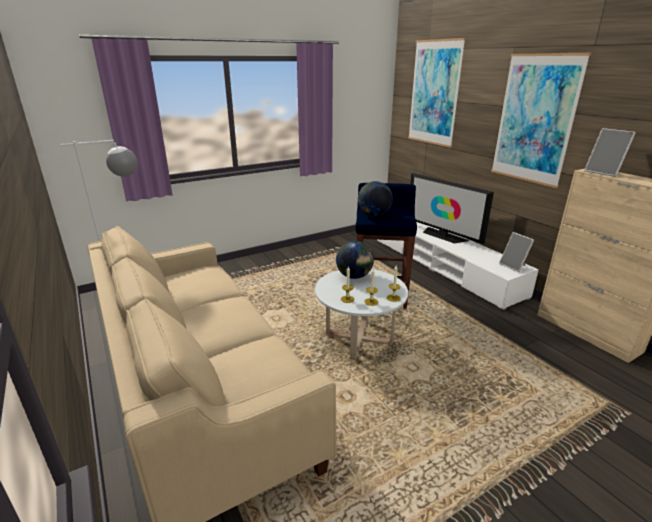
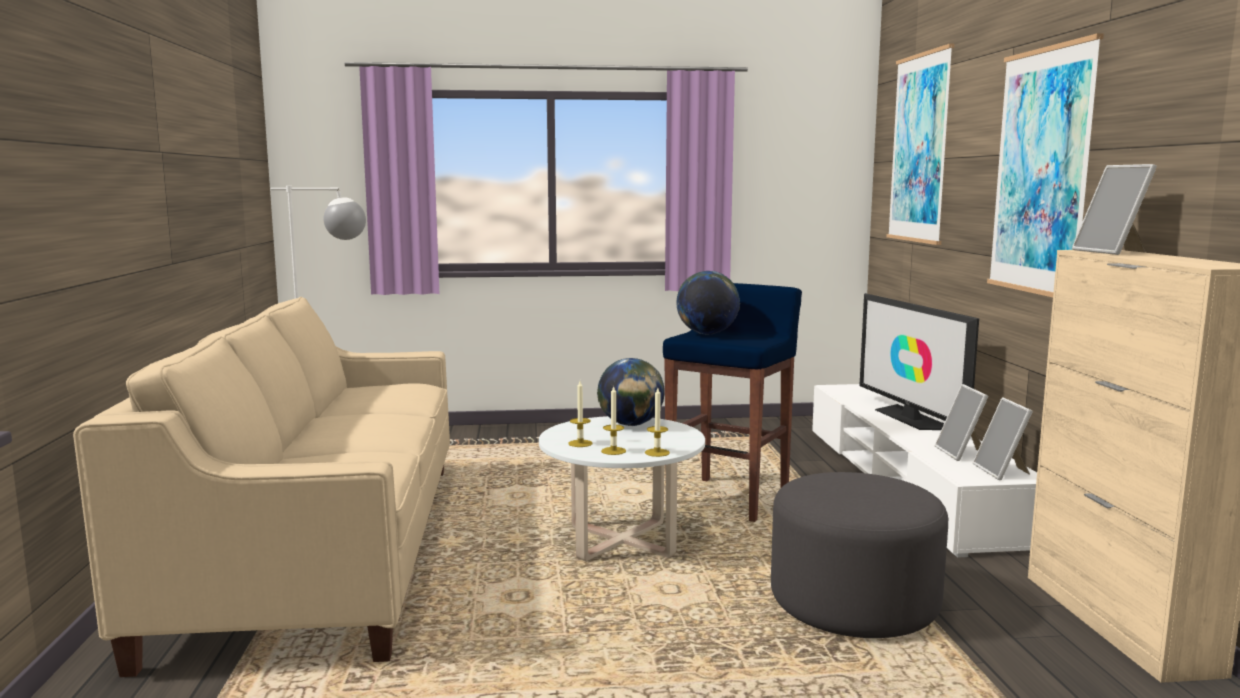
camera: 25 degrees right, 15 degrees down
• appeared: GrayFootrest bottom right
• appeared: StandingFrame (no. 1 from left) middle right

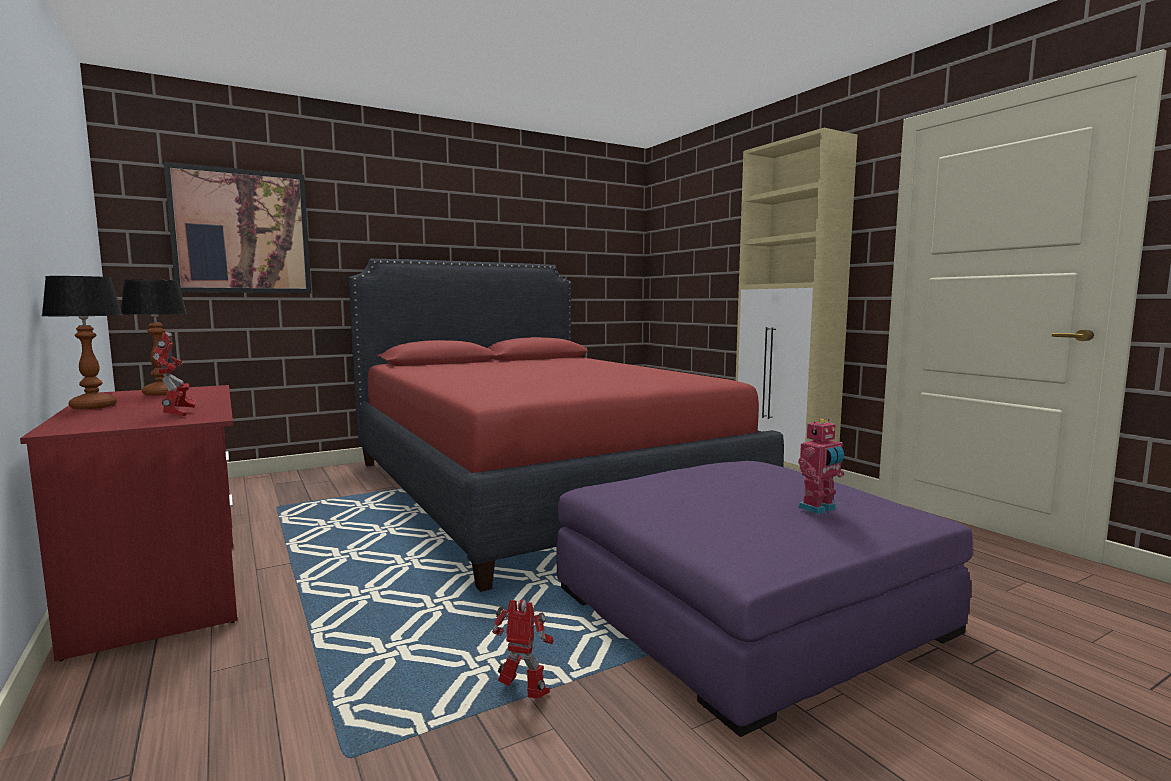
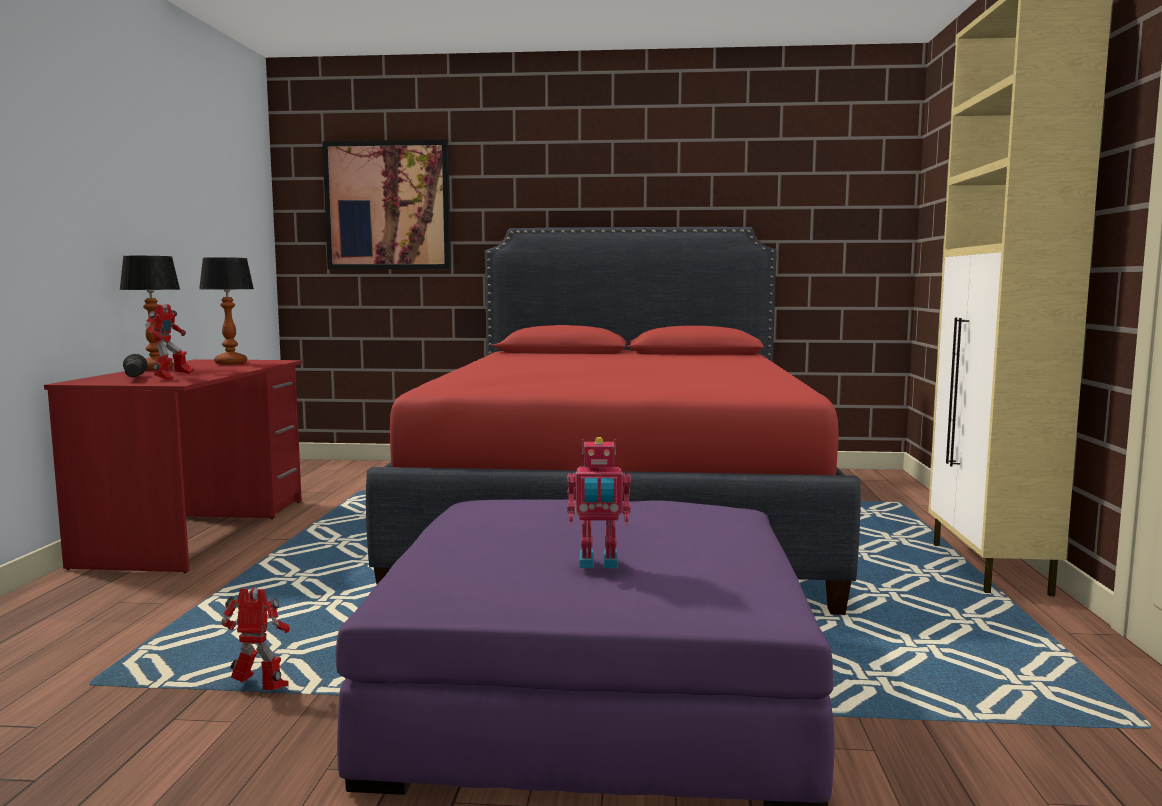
camera: 35 degrees right, 0 degrees up
• appeared: BlackColouredHandTorch middle left
• spun: ModelRobot (no. 2 from left) bottom centre = bottom left 45 degrees counterclockwise

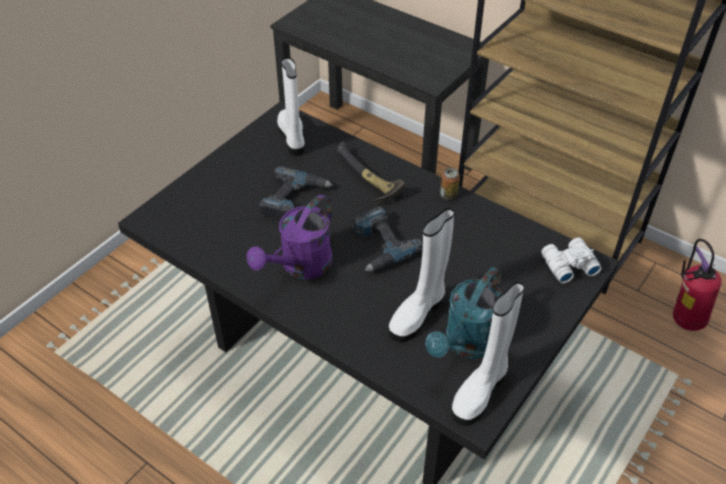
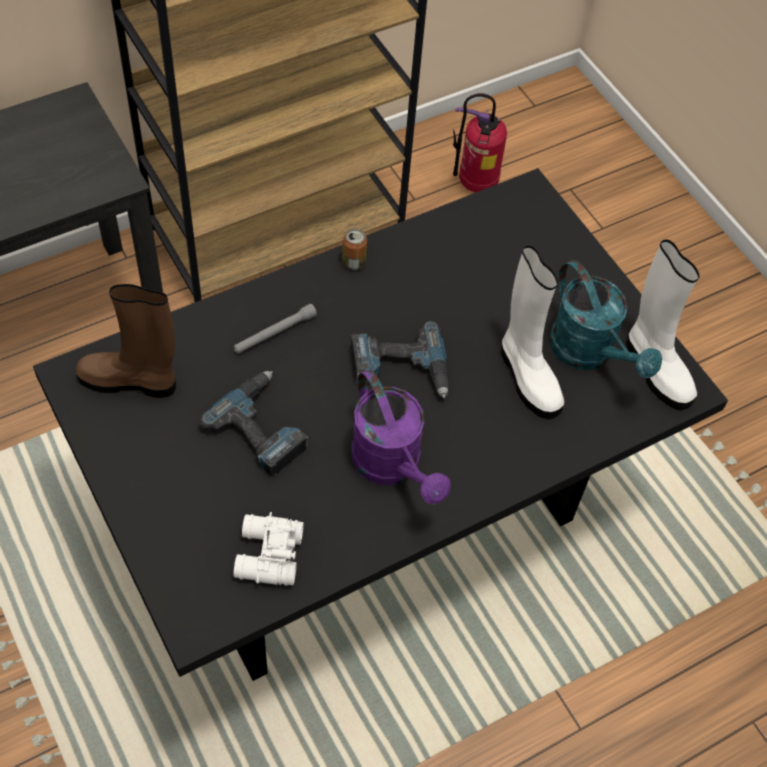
camera: 70 degrees left, 10 degrees up
• colour: WhitishHighTopBoot (no. 1 from left) top centre to BrownColouredHighTopBoot middle left
• exchanged: HandHammer centre to GrayHandTorch centre
• relocated: WhitishPairOfBinoculars middle right to bottom centre

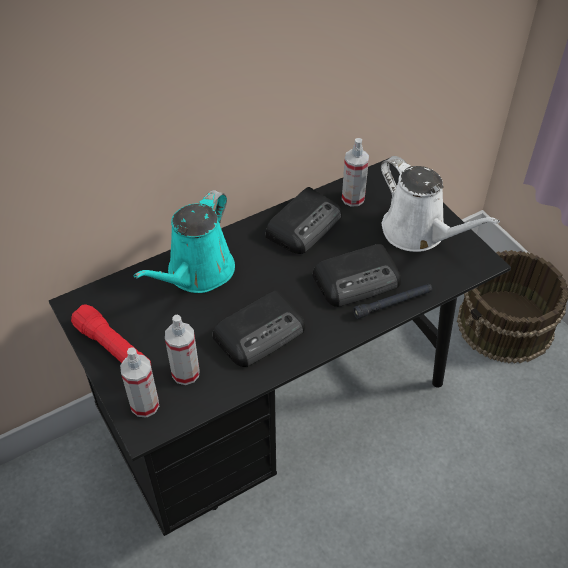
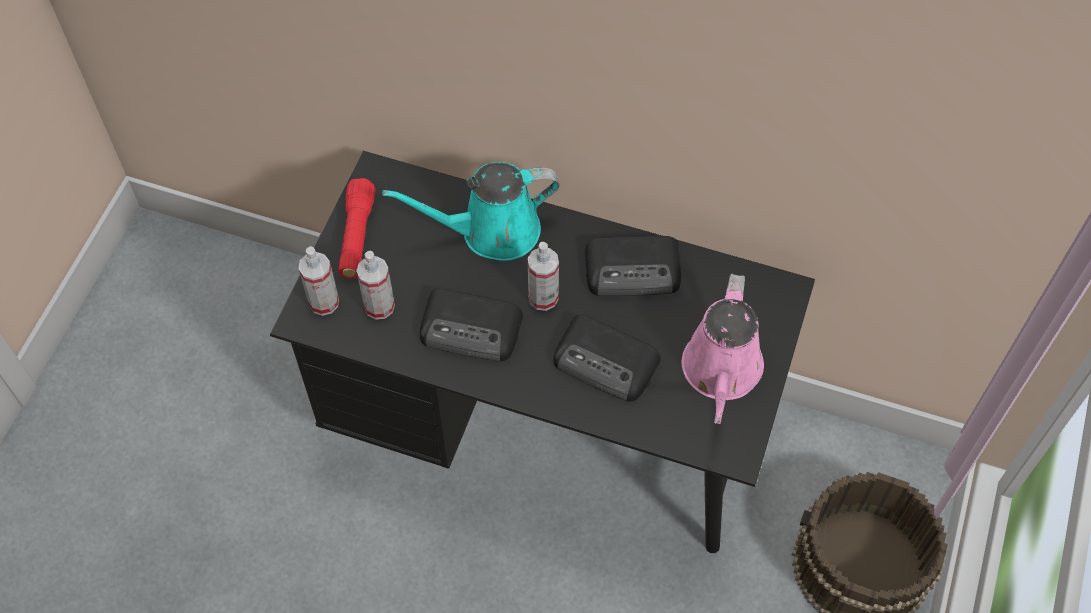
camera: 50 degrees right, 10 degrees up
• relocated: Sprayer (no. 3 from left) top centre to centre
• colour: WhitishWateringPot middle right to PinkWateringPot centre
• missing: BlackColouredHandTorch middle right

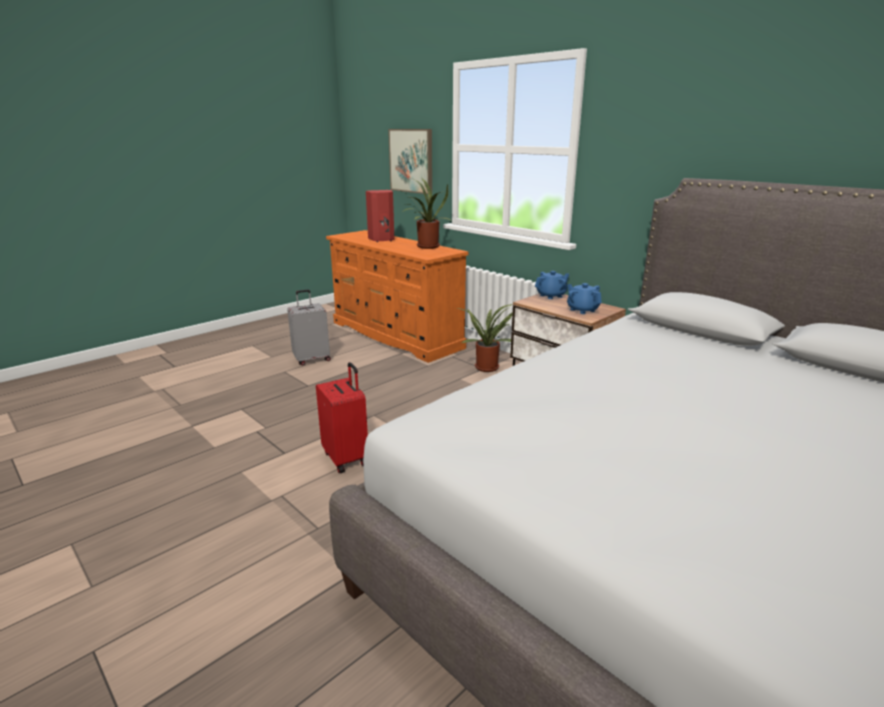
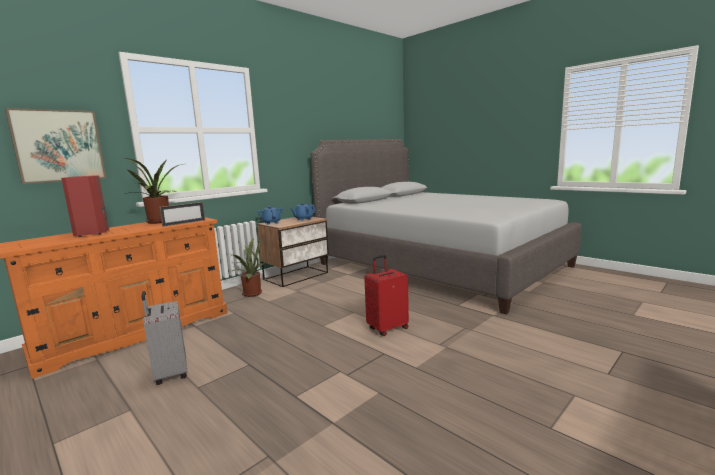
camera: 90 degrees left, 10 degrees down
• appeared: StandingFrame middle left

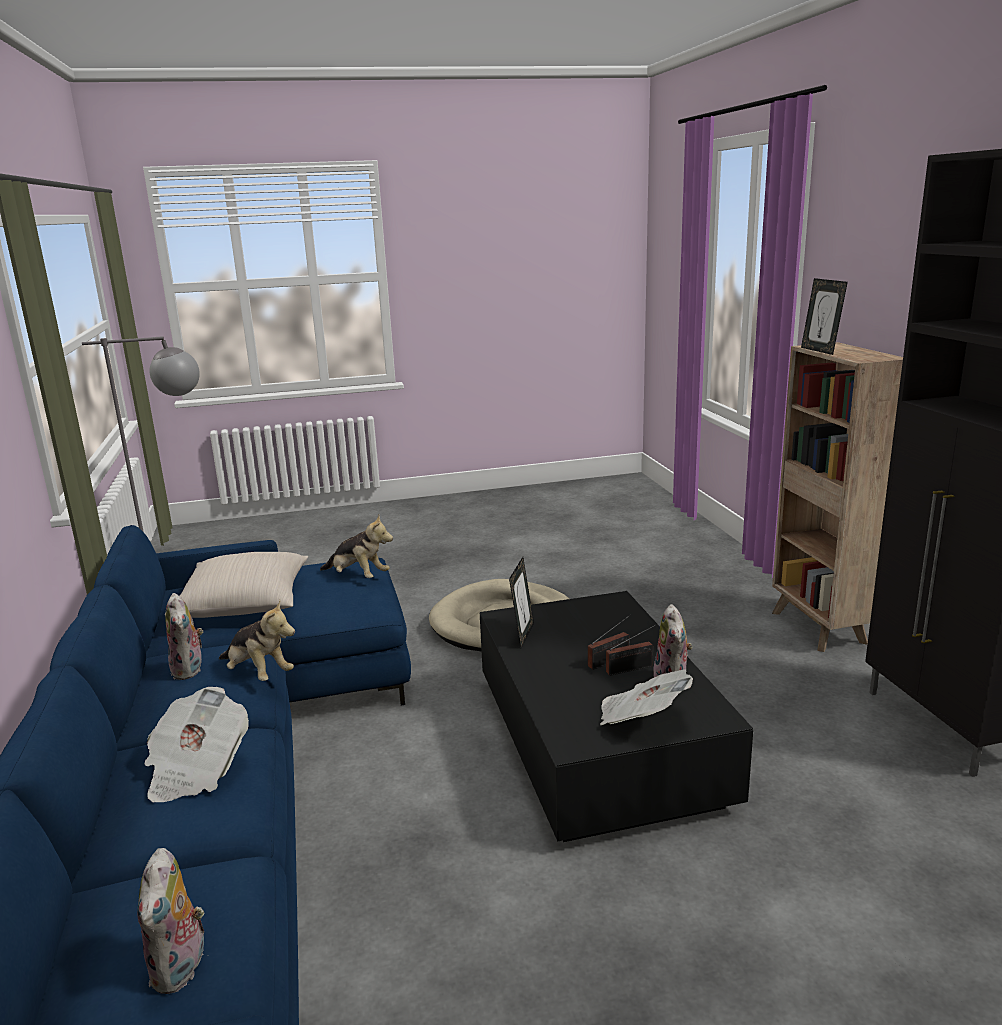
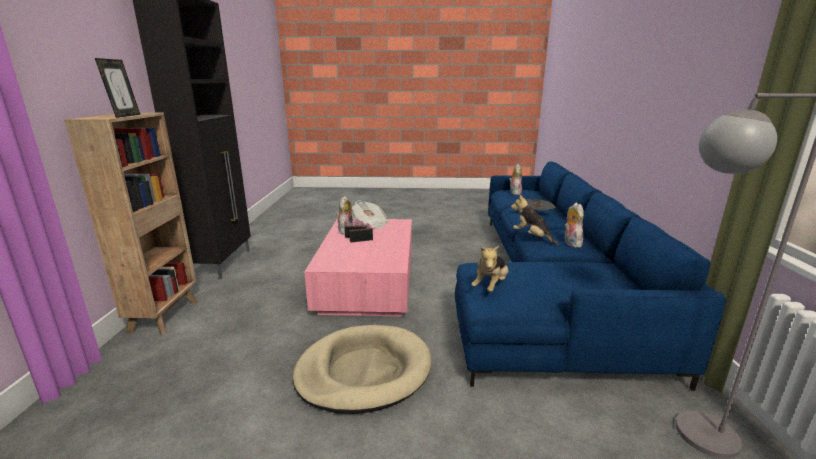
camera: 165 degrees left, 0 degrees up
• colour: BlackColouredLoungeTable bottom centre to PinkLoungeTable centre
• spun: PlushToy (no. 4 from left in the first image) centre = centre 105 degrees counterclockwise
• missing: BeigeColouredThrowPillow middle left
• missing: StandingFrame (no. 1 from left) centre

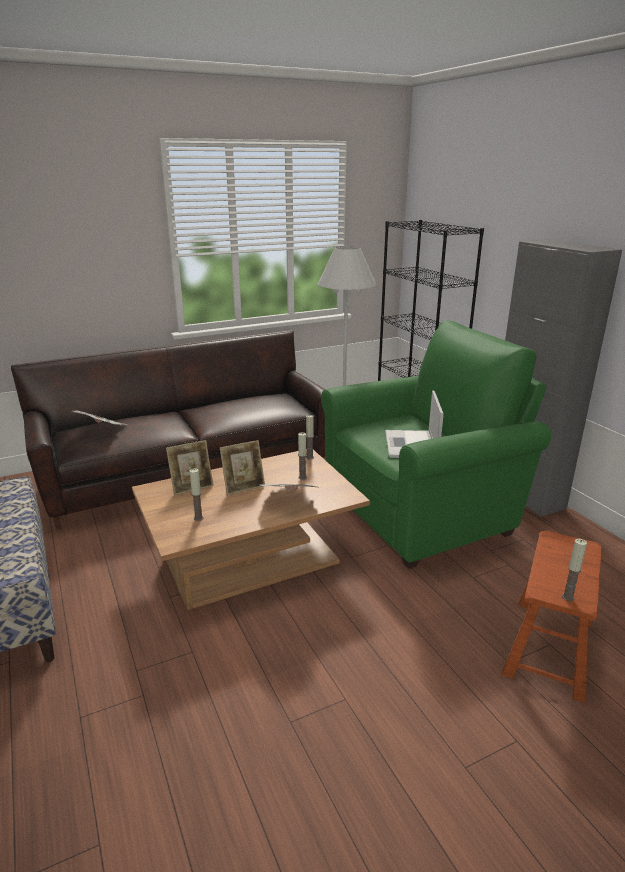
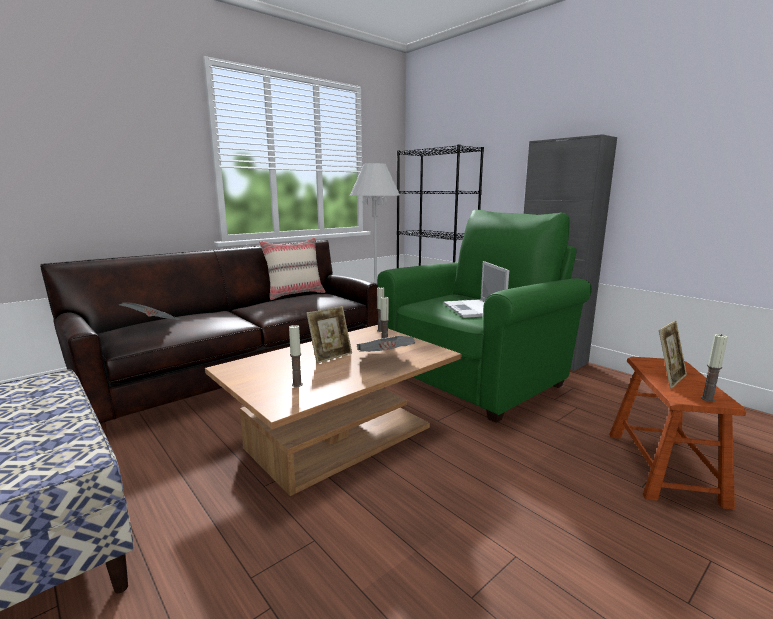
camera: 15 degrees left, 10 degrees down
• appeared: BeigeColouredThrowPillow centre
• relocated: StandingFrame (no. 1 from left in the first image) middle left to StandingFrame (no. 2 from left) middle right

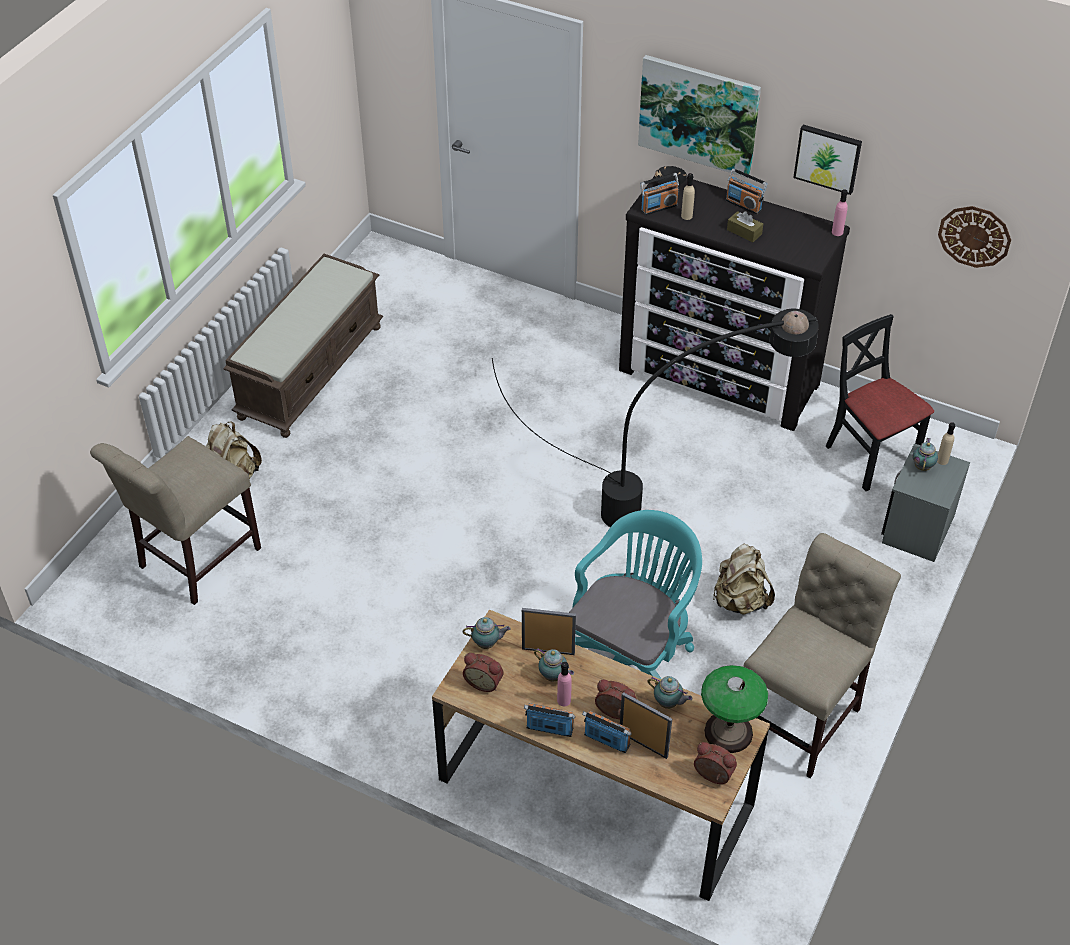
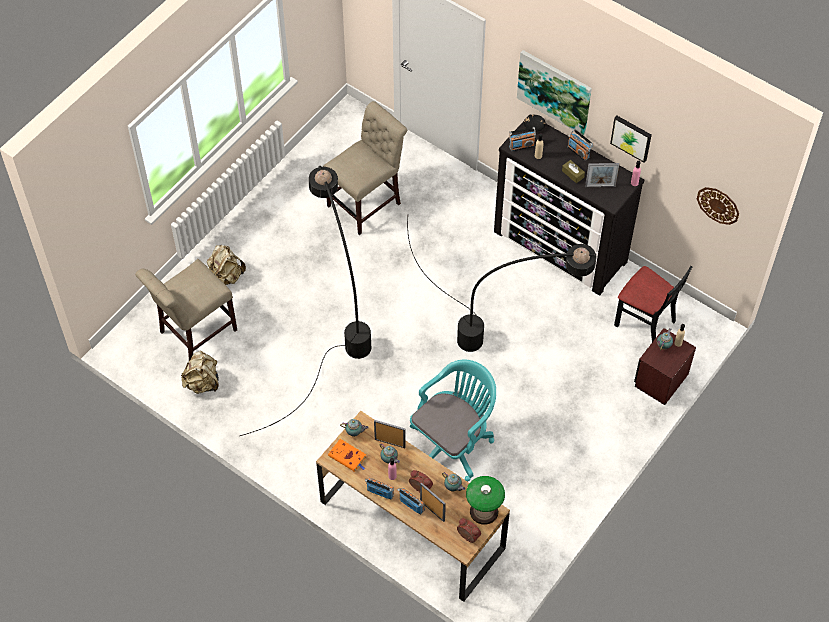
camera: 10 degrees right, 10 degrees up
• relocated: BeigeColouredRucksack (no. 2 from left in the first image) middle right to BeigeColouredRucksack (no. 1 from left) middle left
• appeared: BlackColouredFloorLamp (no. 1 from left) centre
• relocated: BeigeColouredChair (no. 2 from left) bottom right to top centre
• exchanged: BedsideClock (no. 1 from left) bottom centre to OrangeBoundBook bottom centre
• appeared: StandingFrame (no. 3 from left) top right
• spun: BlackColouredChair middle right = middle right 150 degrees clockwise
• colour: GrayNightTable middle right to BrownColouredNightTable middle right
• missing: BrownColouredBench middle left

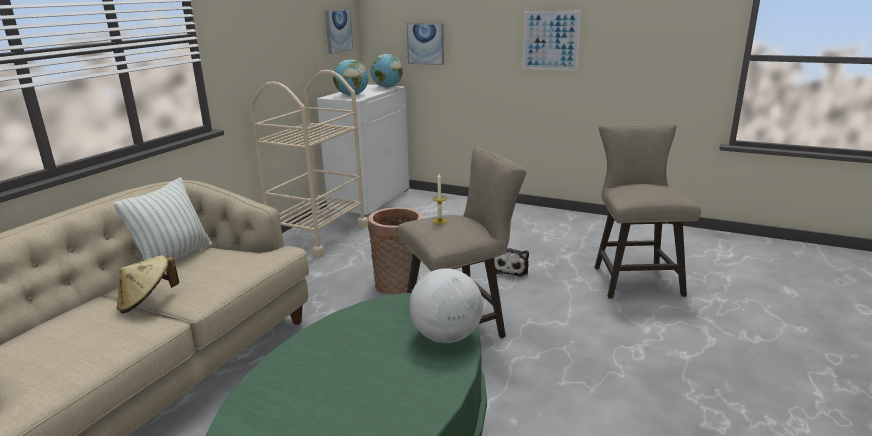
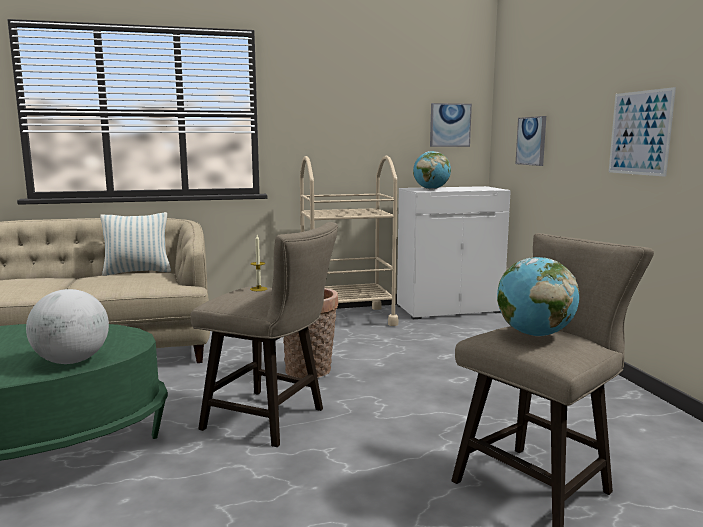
camera: 50 degrees right, 10 degrees down
• relocated: Globe (no. 2 from left in the first image) top centre to Globe (no. 3 from left) middle right
• missing: BeigeColouredWearableHat middle left
• missing: PlushToy centre

